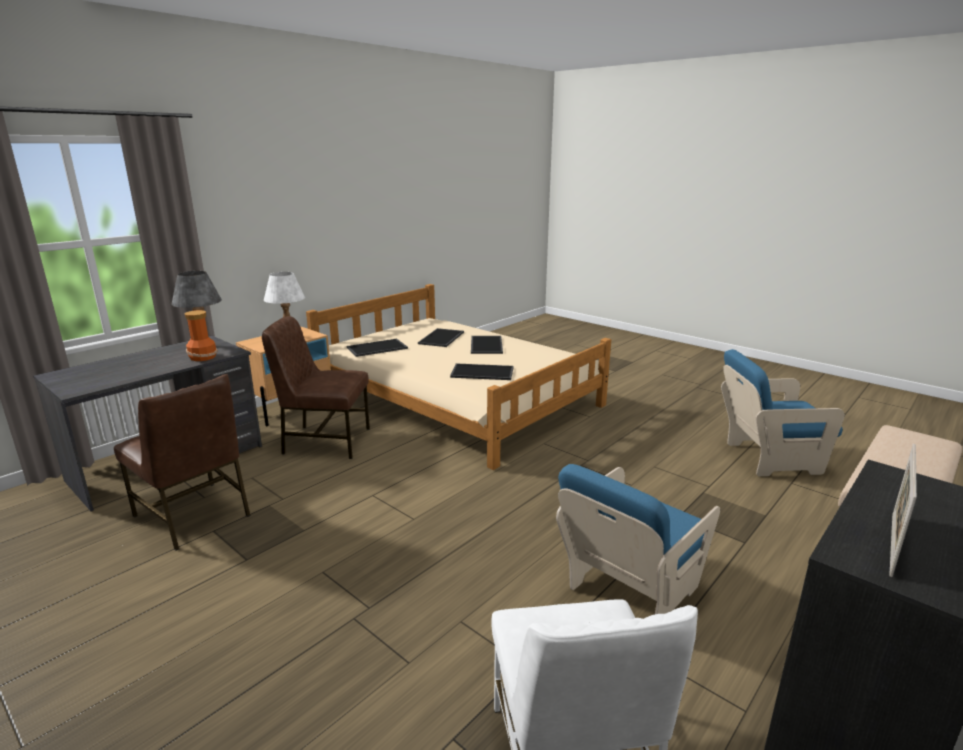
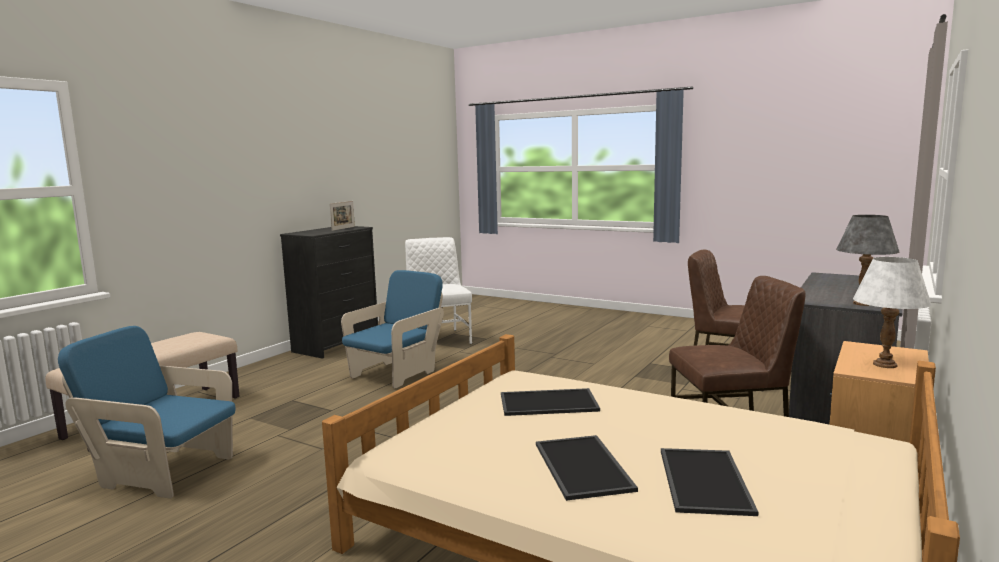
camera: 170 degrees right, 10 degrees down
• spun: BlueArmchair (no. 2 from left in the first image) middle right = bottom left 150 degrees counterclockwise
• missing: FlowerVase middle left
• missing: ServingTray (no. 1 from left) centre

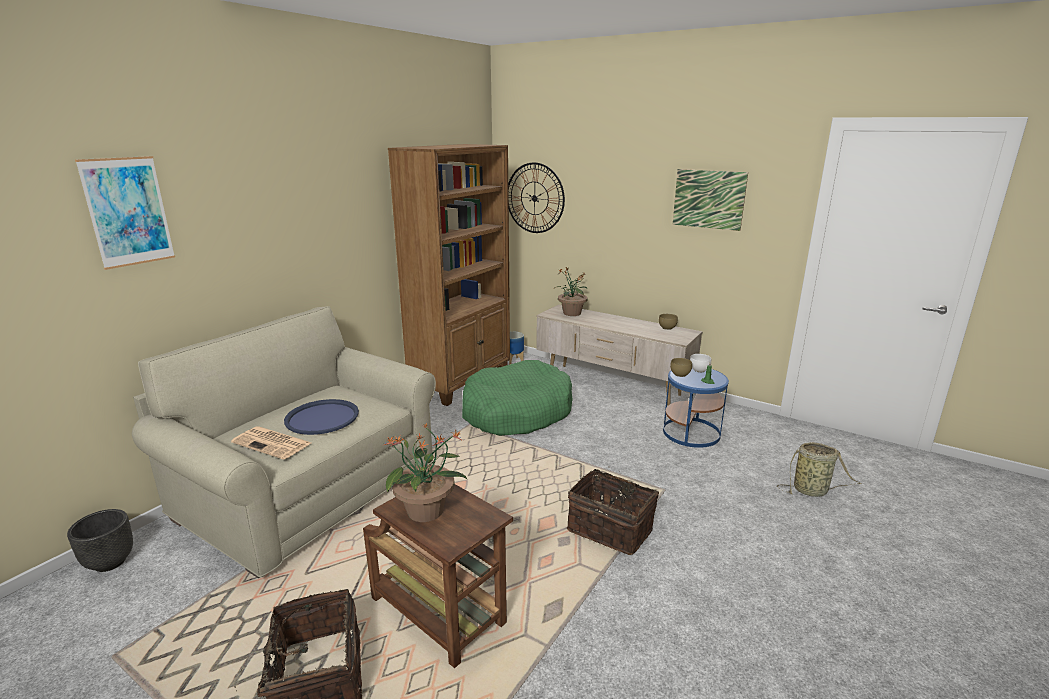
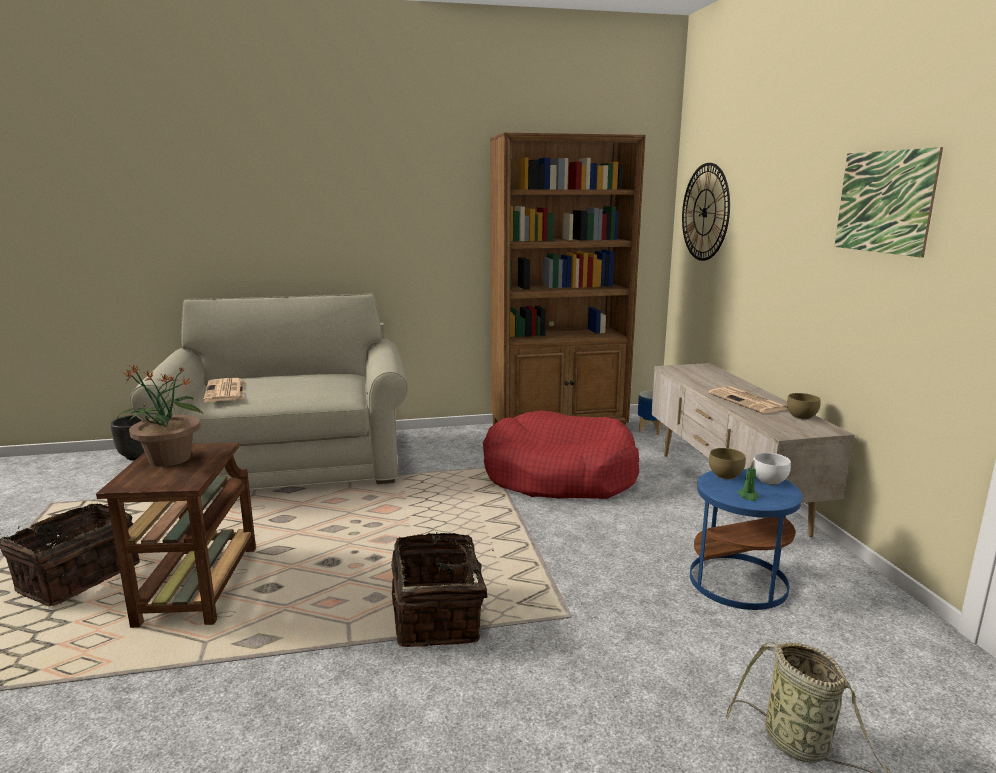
camera: 45 degrees right, 5 degrees down
• colour: GreenishPetBed centre to ReddishPetBed centre
• appeared: PrintedPaper (no. 2 from left) middle right
• missing: WallArt (no. 1 from left) top left
• missing: BlueServingTray middle left
• missing: PottedPlant (no. 2 from left) centre

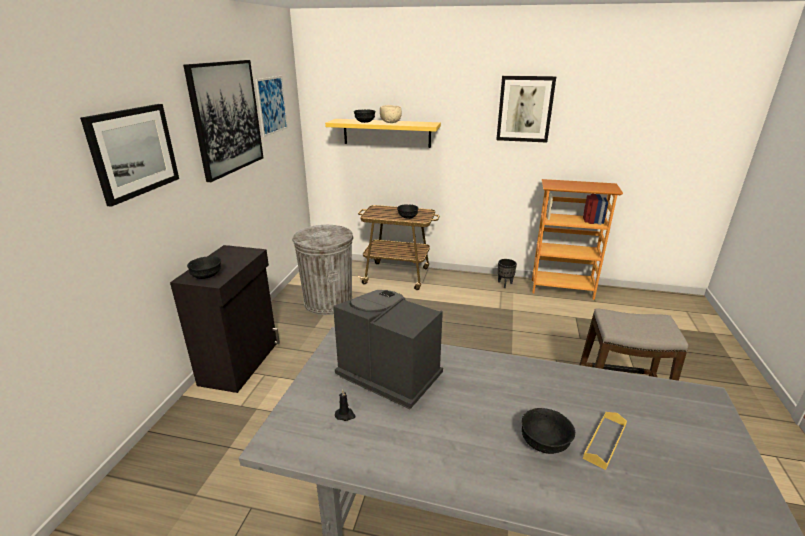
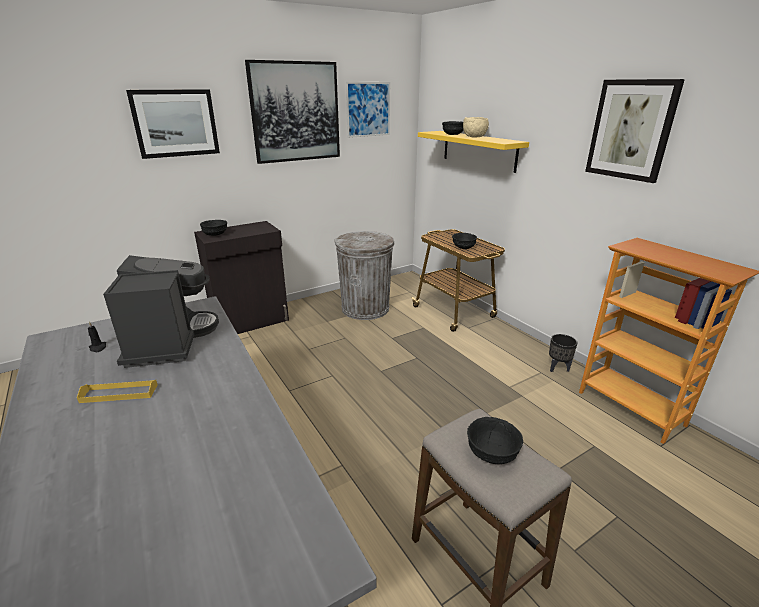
camera: 45 degrees right, 0 degrees up
• relocated: YellowishServingTray bottom right to middle left
• relocated: BlackColouredServingBowl (no. 4 from left) bottom right to bottom centre

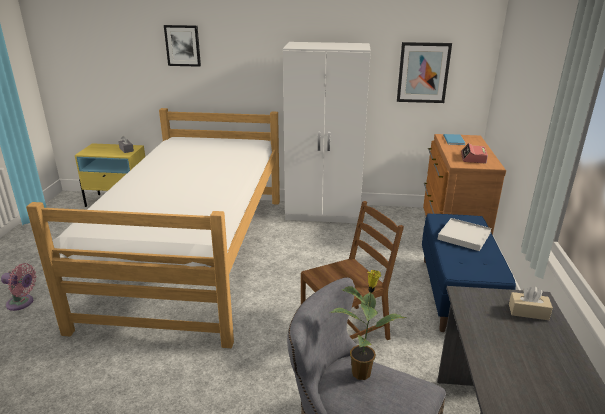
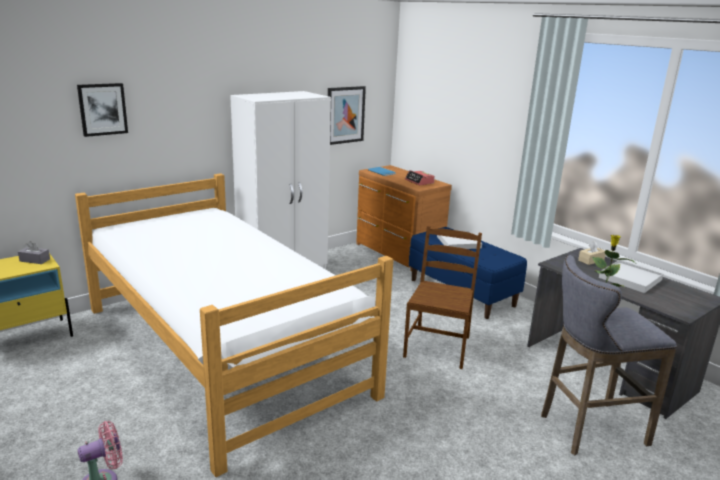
camera: 45 degrees left, 5 degrees down
• appeared: WhitishServingTray (no. 2 from left) middle right

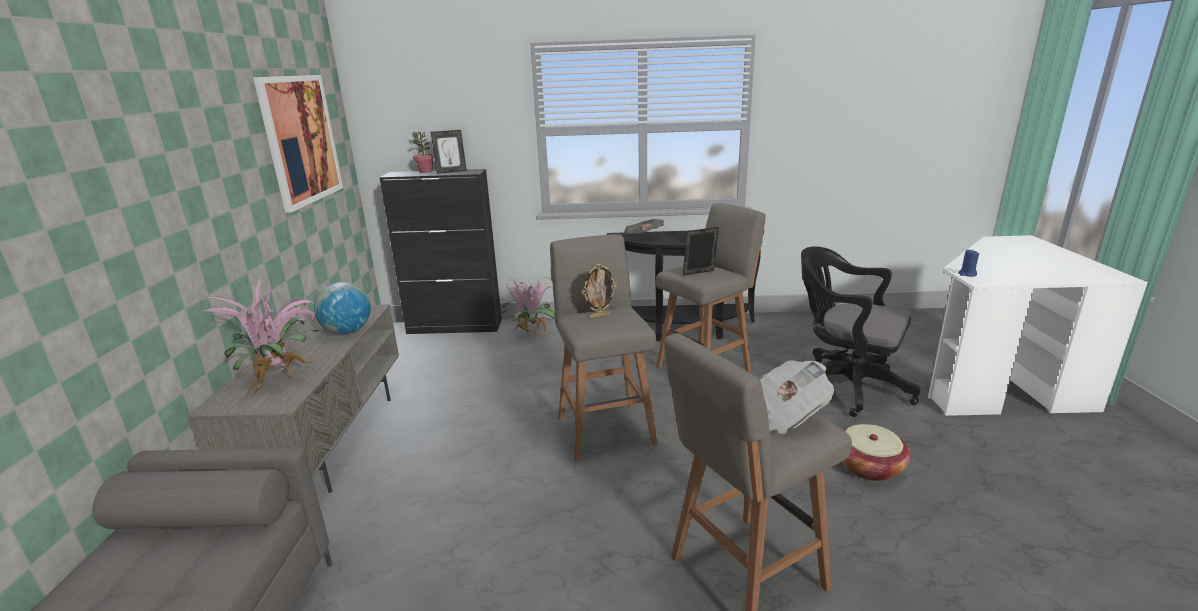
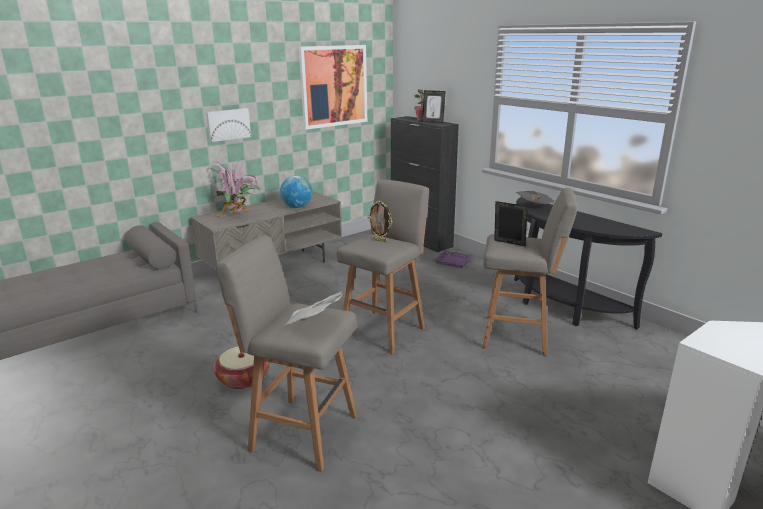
camera: 50 degrees right, 0 degrees up
• appeared: WallArt (no. 1 from left) top left
• relocated: StorageBasket bottom right to bottom left
• exchanged: PottedPlant (no. 3 from left) centre to PurplishServingTray centre
• missing: BlackColouredDeskChair middle right
• missing: BlueWaxLight middle right

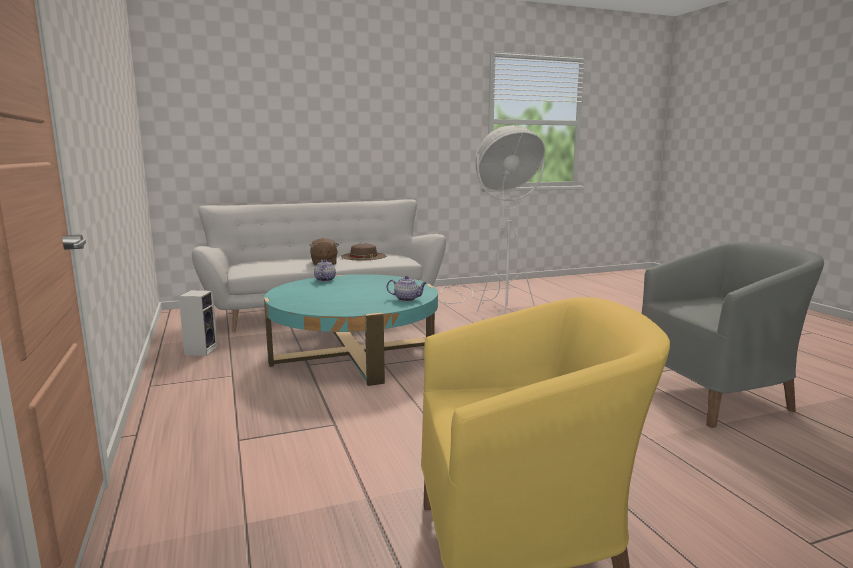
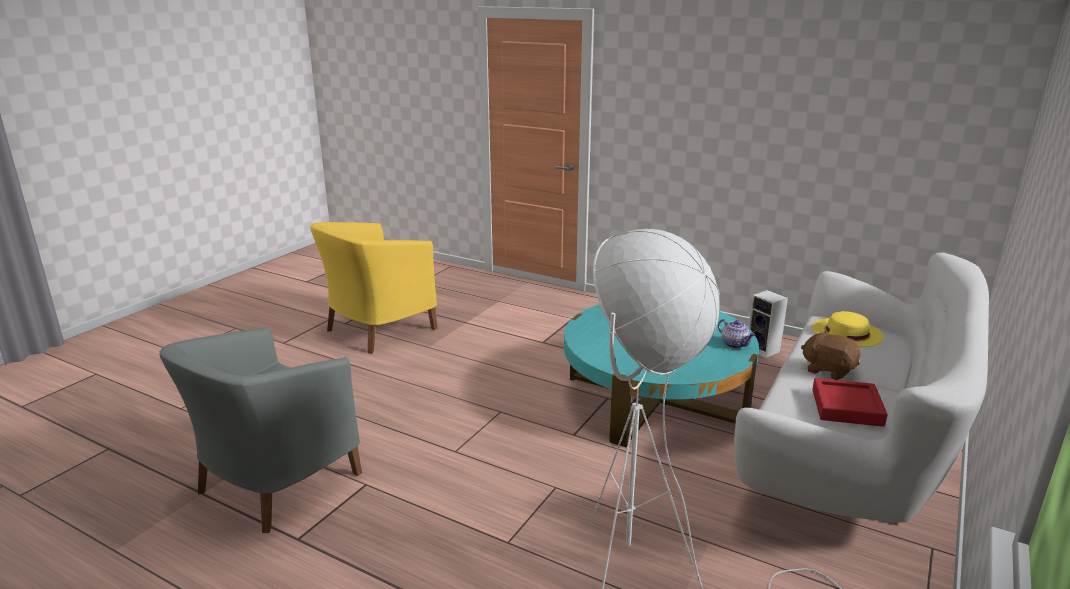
camera: 140 degrees right, 10 degrees up
• appeared: YellowishWearableHat middle right
• exchanged: BrownColouredWearableHat centre to ReddishServingTray bottom right
• missing: Teapot (no. 2 from left) centre

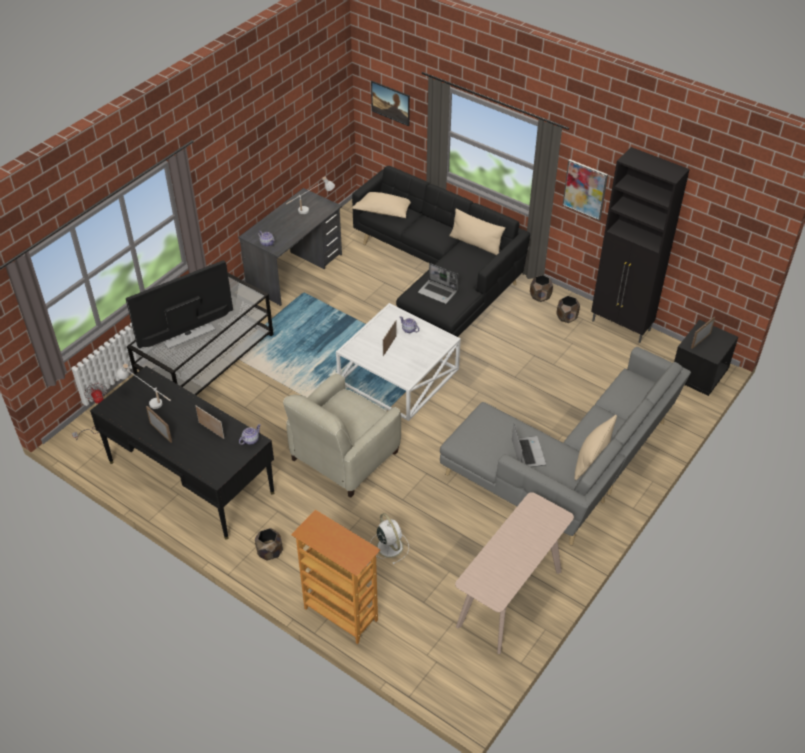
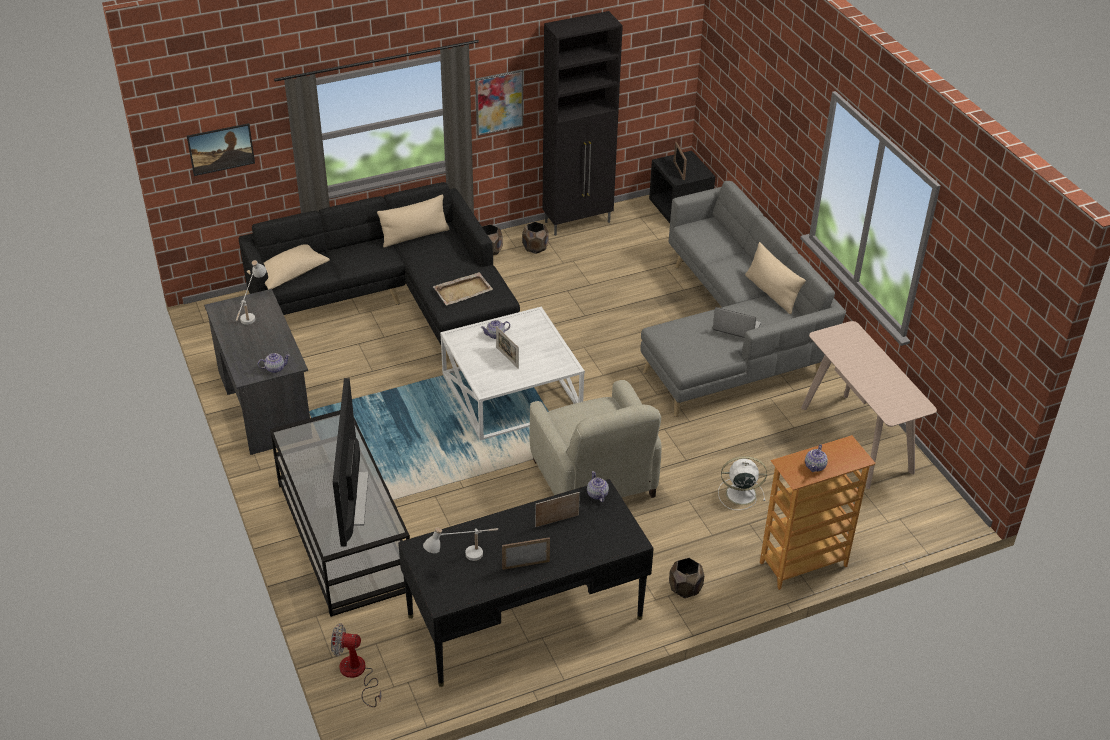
camera: 60 degrees left, 5 degrees down
• exchanged: Laptop (no. 1 from left) centre to BeigeColouredServingTray centre
• appeared: Teapot (no. 4 from left) middle right

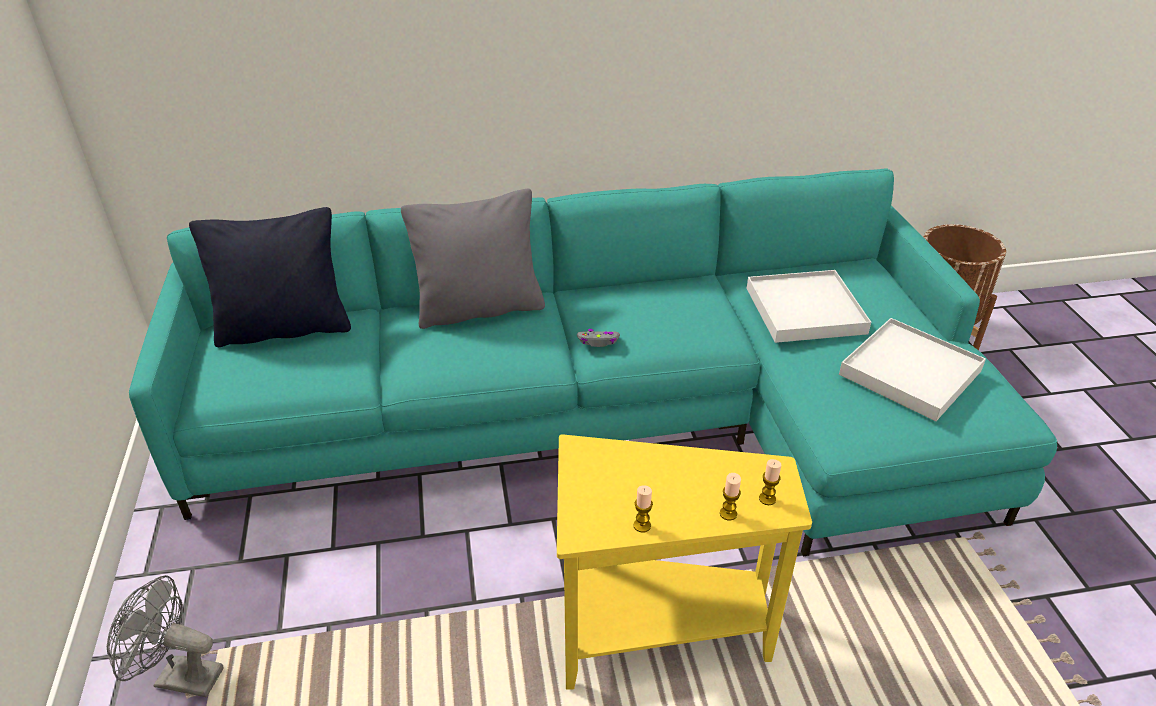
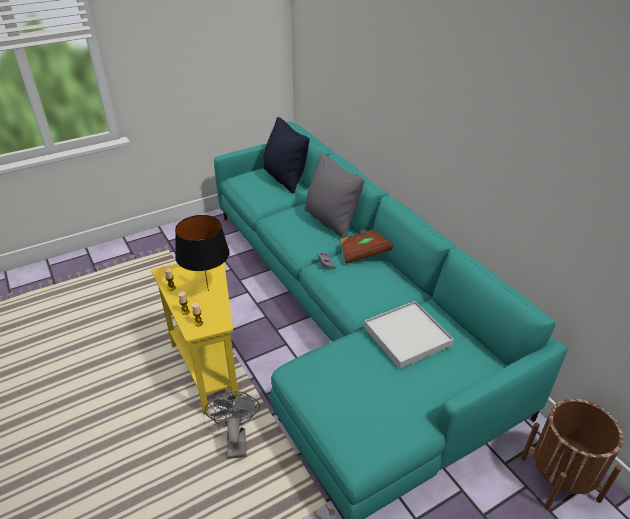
camera: 70 degrees right, 0 degrees up
• appeared: BlackColouredTableLamp middle left
• relocated: GrayFan bottom left to bottom centre
• appeared: BrownColouredBoundBook centre
• missing: WhitishServingTray (no. 2 from left) middle right

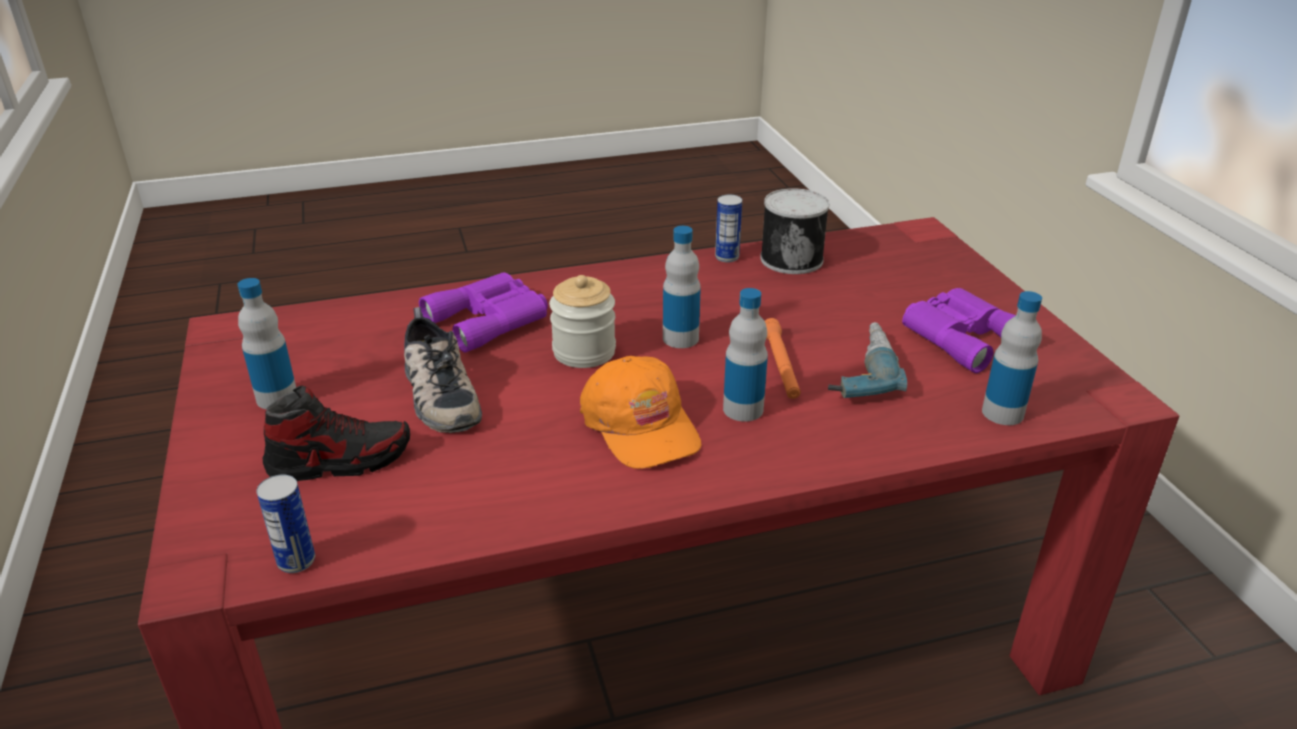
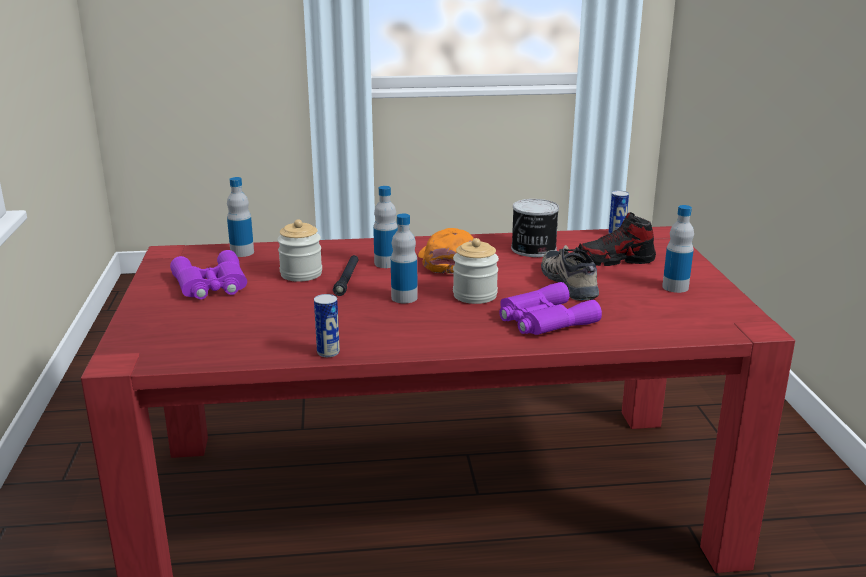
camera: 170 degrees left, 10 degrees down
• exchanged: Drill middle right to Jar (no. 1 from left) centre
• colour: OrangeHandTorch centre to BlackColouredHandTorch centre
• relocated: Can (no. 3 from left in the first image) top centre to Can (no. 2 from left) centre

